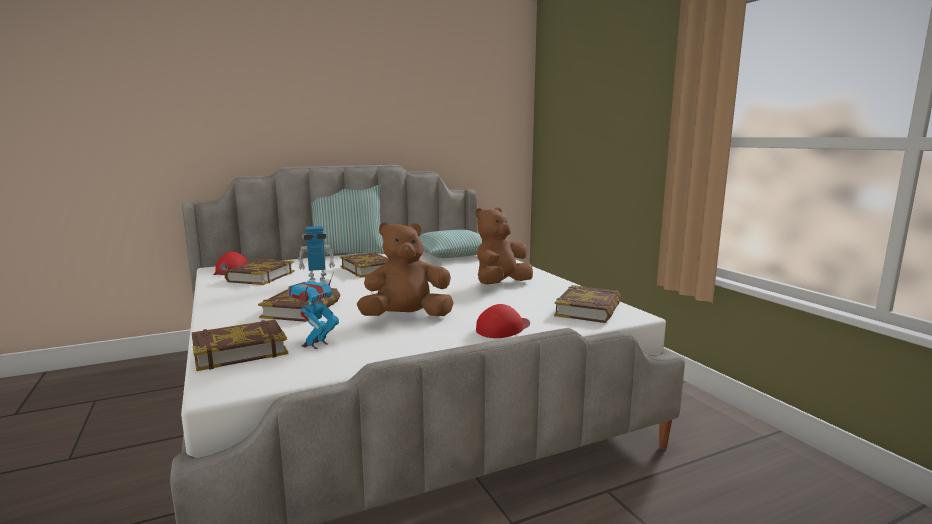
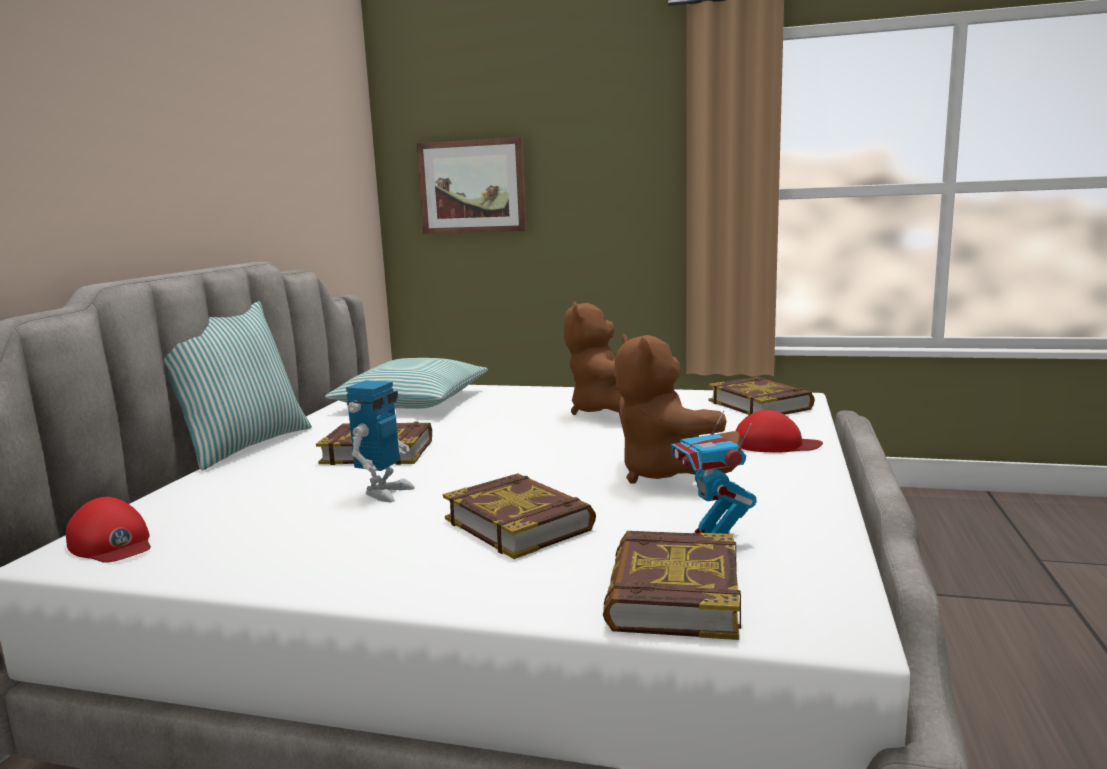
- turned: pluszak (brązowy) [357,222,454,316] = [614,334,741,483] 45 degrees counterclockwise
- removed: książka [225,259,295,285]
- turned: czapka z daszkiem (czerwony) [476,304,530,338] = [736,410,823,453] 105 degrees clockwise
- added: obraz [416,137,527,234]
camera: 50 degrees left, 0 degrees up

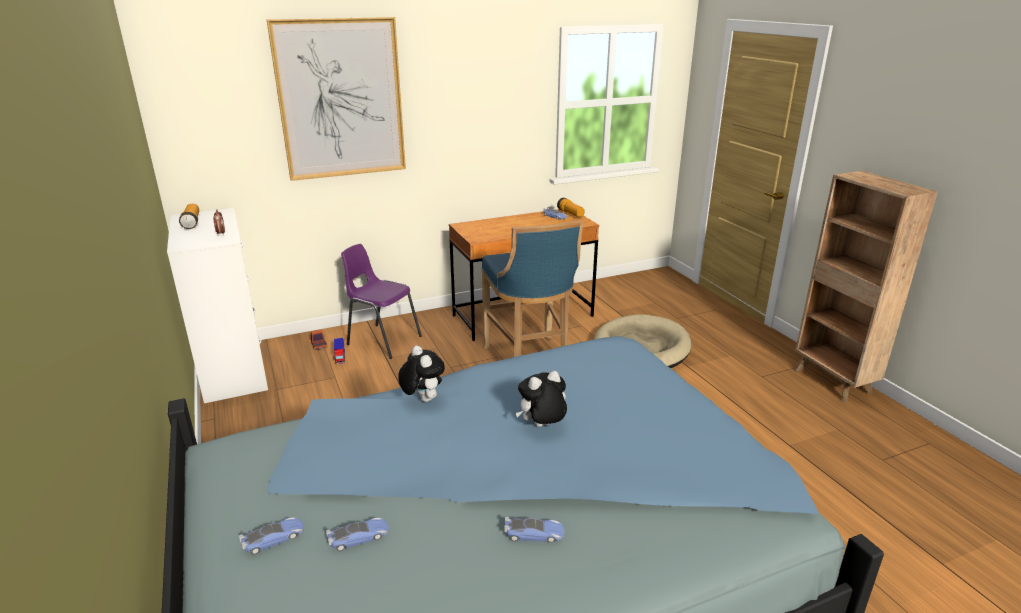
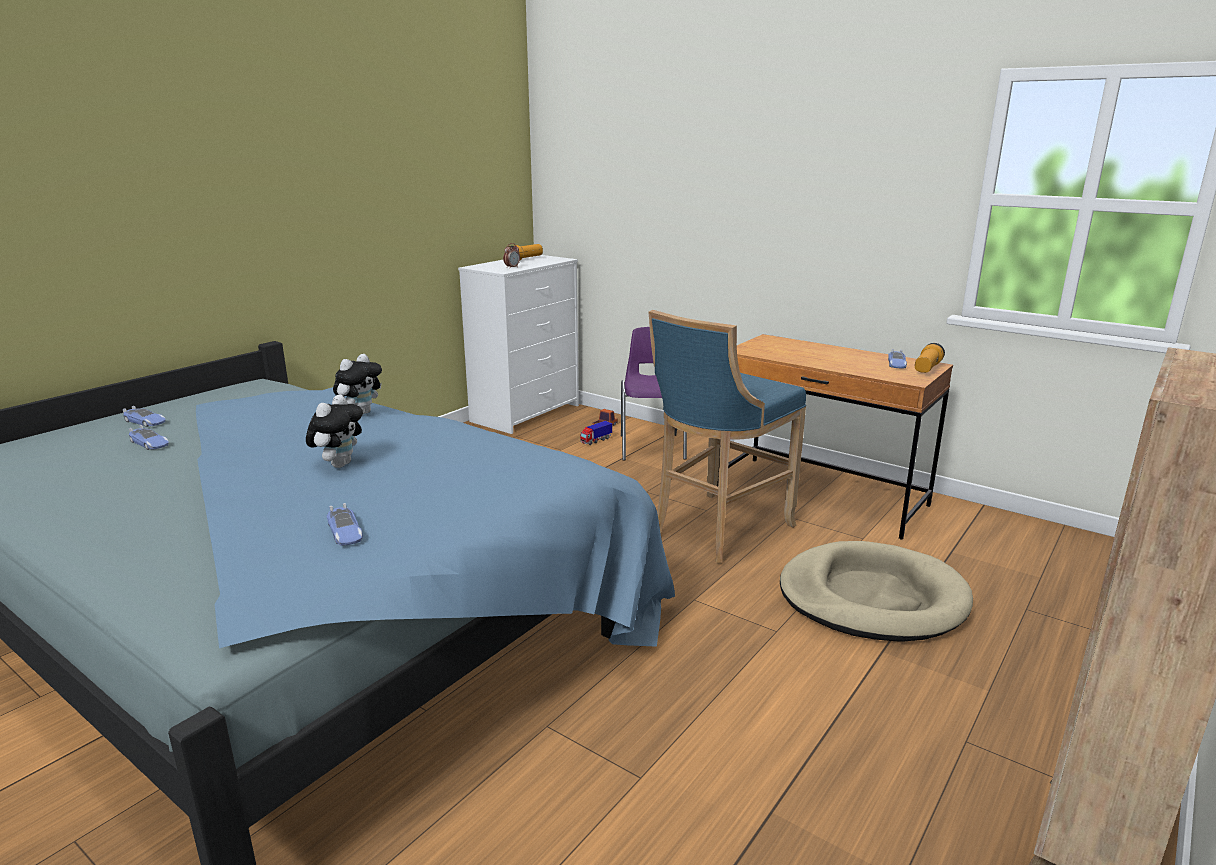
- removed: obraz [267,17,406,181]
- turned: pluszak [516,370,567,427] = [306,395,363,468] 75 degrees clockwise
- moved: samochodzik [504,517,564,543] to [327,503,363,546]
camera: 60 degrees right, 5 degrees down

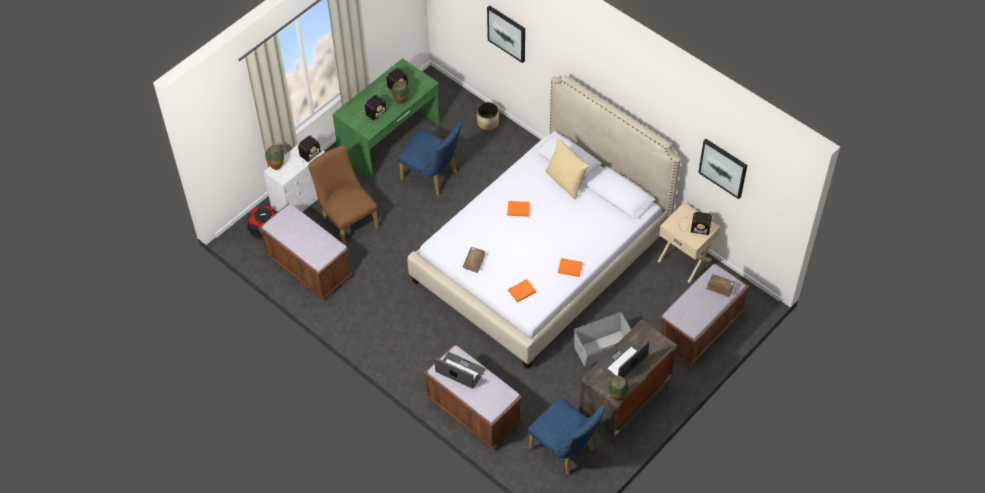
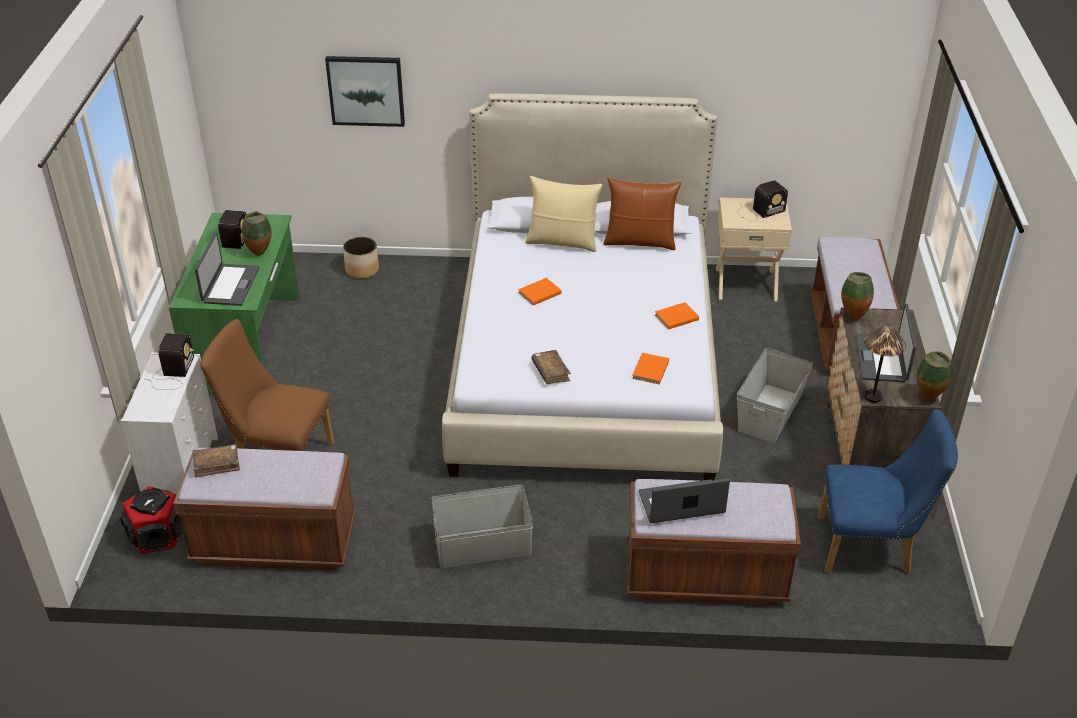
- replaced: radio [357,95,386,125] to laptop [195,232,259,306]
- removed: krzesło (niebieski) [397,120,462,195]
- removed: obraz [698,139,747,199]
- moved: wazon [266,145,284,170] to [841,272,874,320]
- moved: książka (brązowy) [706,274,735,297] to [192,444,240,478]
- added: poduszka (brązowy) [603,177,681,250]
- added: lampa stołowa [864,325,906,403]
- added: pojemnik do przechowywania (szary) [431,484,533,568]
camera: 40 degrees left, 15 degrees down

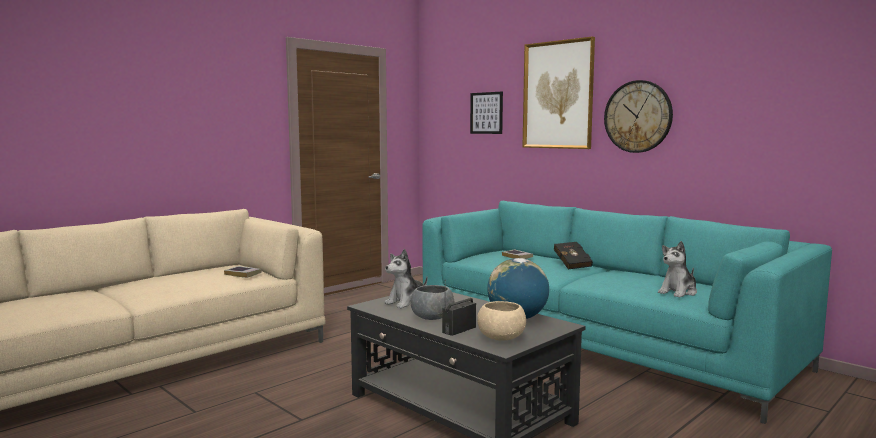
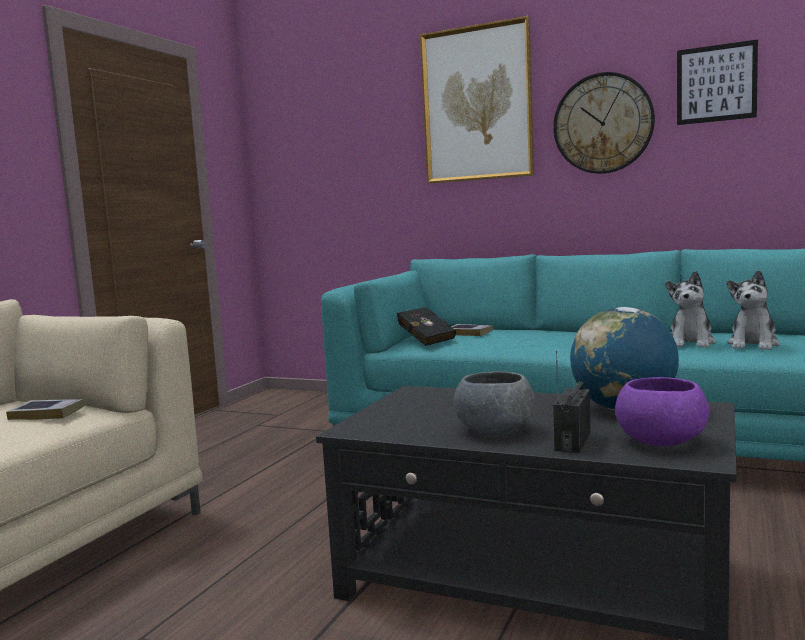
- moved: obraz [470,92,503,134] to [677,39,758,125]
- moved: książka (czarny) [553,242,593,269] to [397,307,456,346]
- moved: pluszak [385,249,428,308] to [665,271,716,348]
- recoloured: miska (beżowy) [477,301,526,341] to miska (fioletowy) [615,377,709,446]
camera: 20 degrees left, 0 degrees up

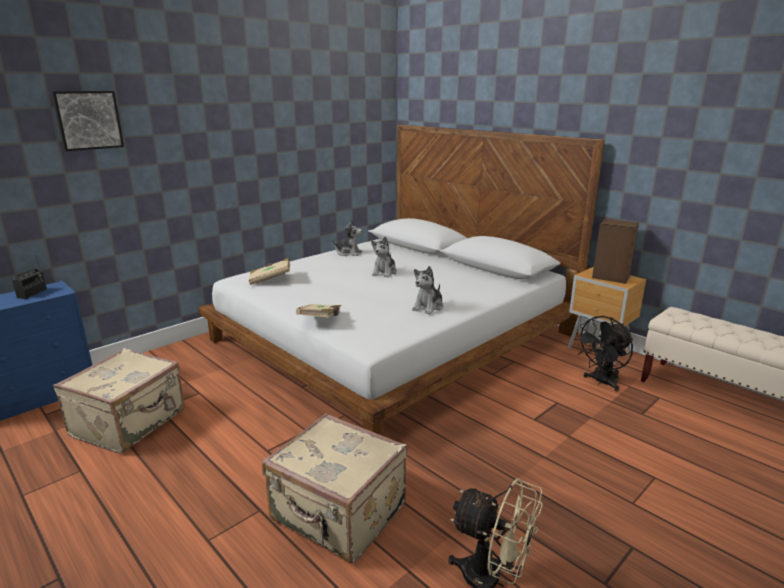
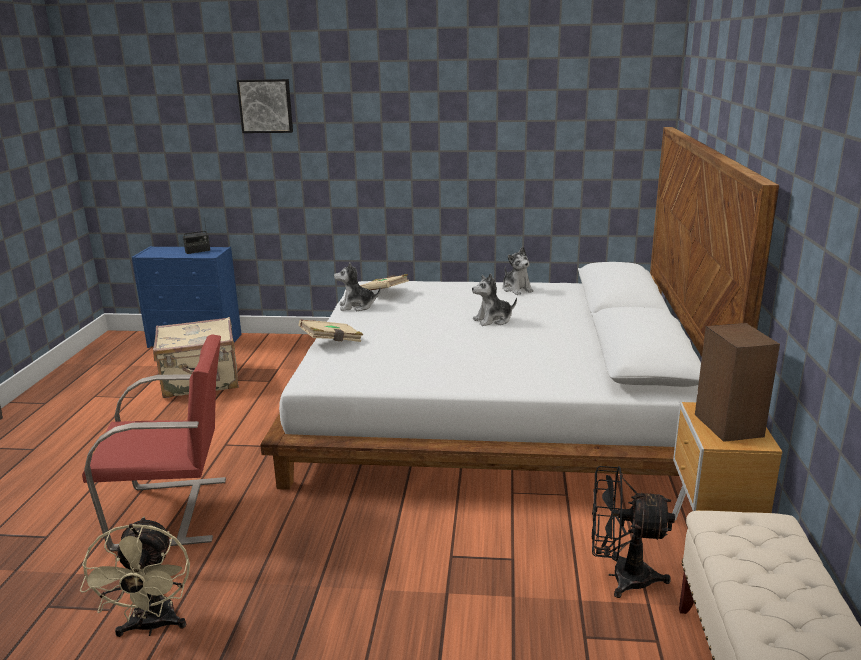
- moved: pluszak [412,266,443,315] to [334,262,381,311]
- replaced: walizka (beżowy) [262,414,407,563] to krzesło (czerwony) [82,334,226,552]
camera: 50 degrees right, 0 degrees up

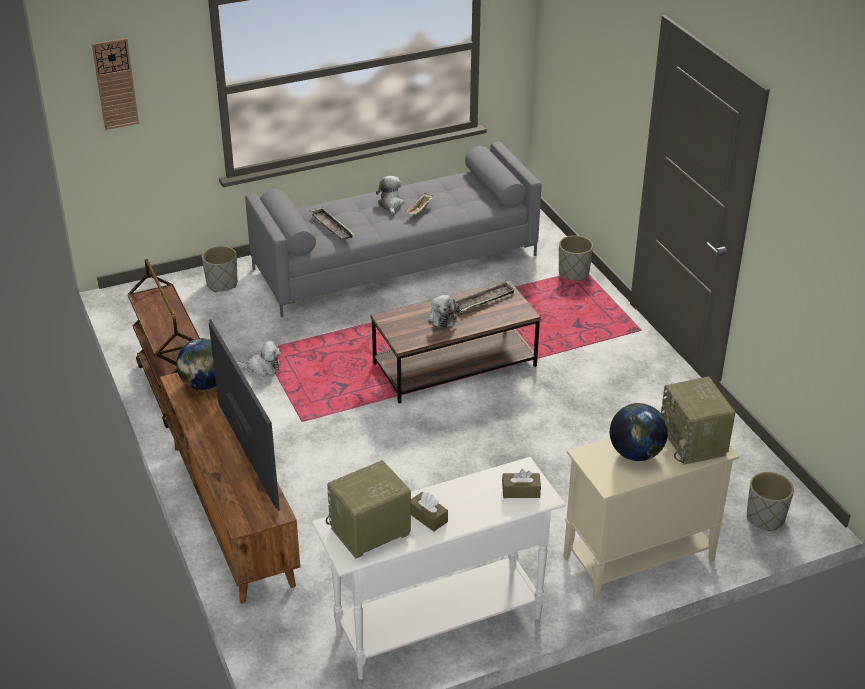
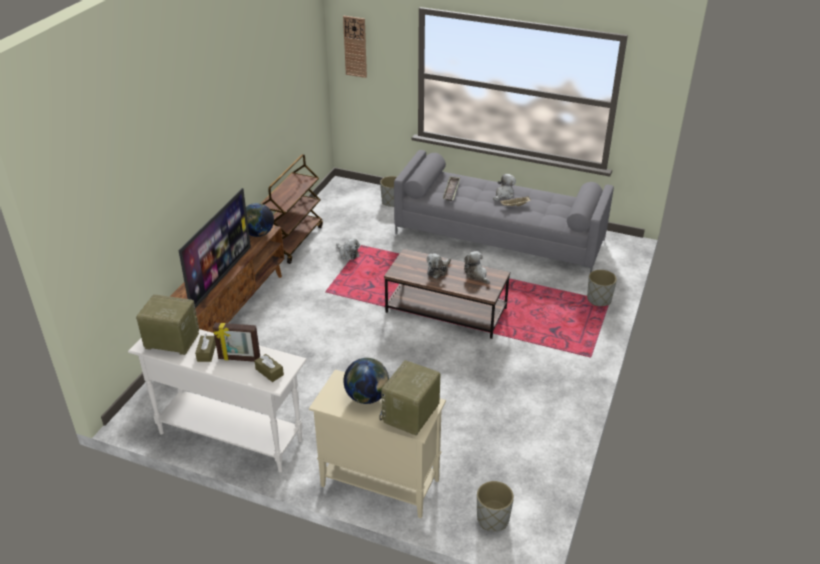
- replaced: taca [455,281,516,312] to pluszak [464,251,490,283]
- added: ramka na zdjęcie [213,323,260,362]
camera: 45 degrees right, 0 degrees up

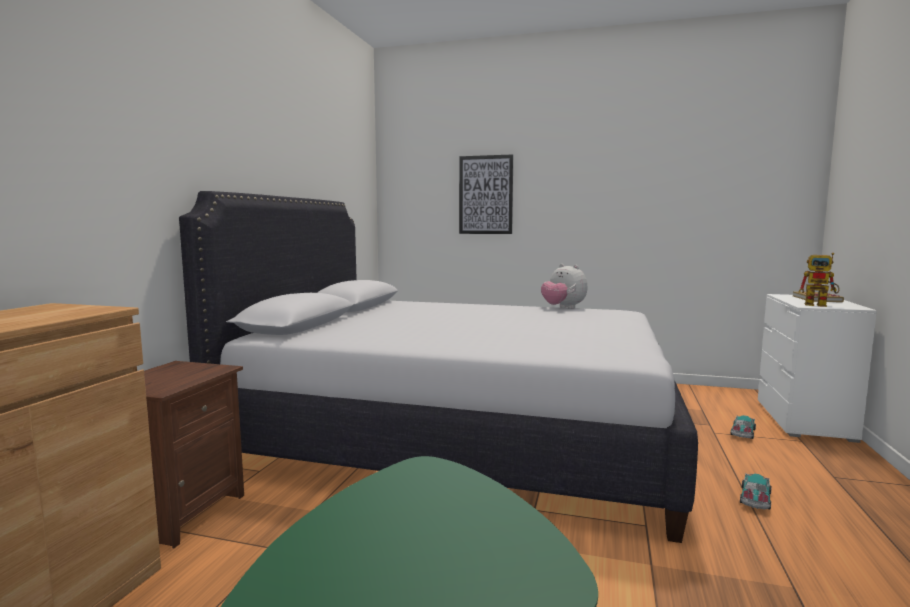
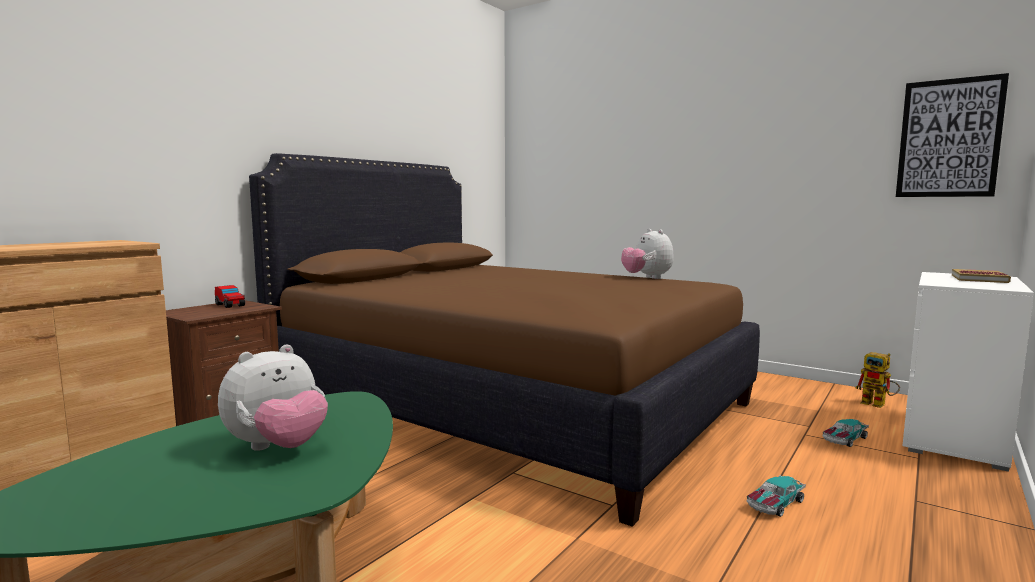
- moved: obraz [459,154,513,234] to [896,73,1009,197]
- recoloured: łóżko (biały) [179,191,698,543] to łóżko (brązowy) [249,153,760,527]
- moved: robot zabawkowy [799,253,840,307] to [855,352,900,408]
- added: samochodzik [215,285,245,308]
- added: pluszak [218,345,328,451]
camera: 20 degrees right, 0 degrees up

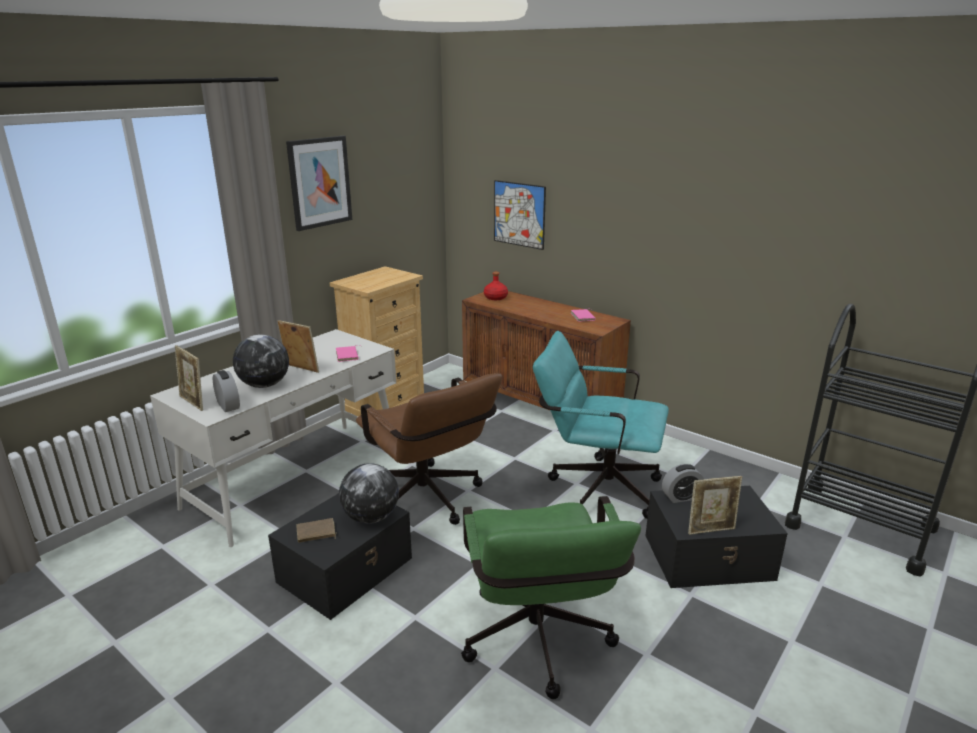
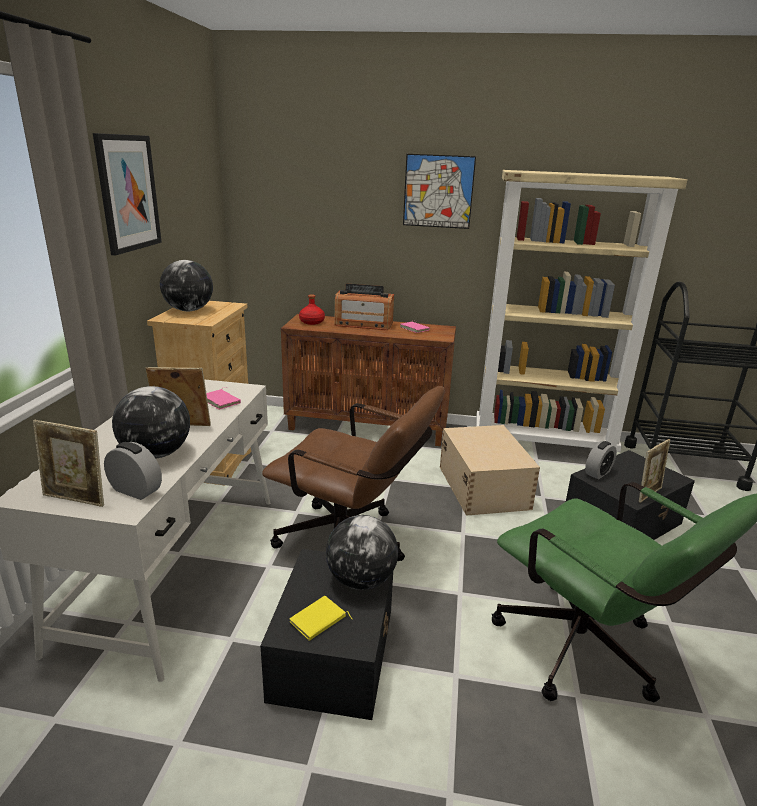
- moved: obraz [494,180,546,250] to [403,154,476,229]
- replaced: krzesło biurowe (turkusowy) [533,331,669,519] to pojemnik do przechowywania (beżowy) [440,425,540,516]
- recoloured: książka (brązowy) [296,518,336,543] to książka (żółty) [290,596,352,641]
- added: regał (beżowy) [476,170,687,452]
- added: globus [160,260,213,311]
- added: radio [334,284,394,330]
camera: 30 degrees left, 0 degrees up

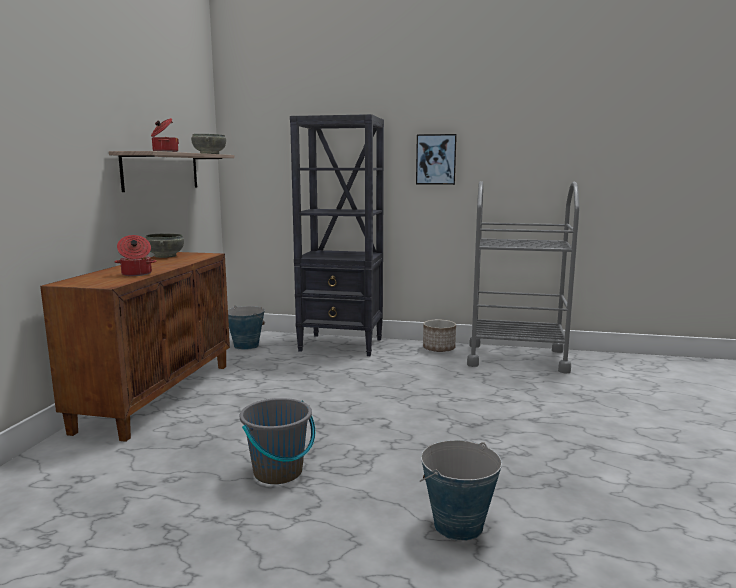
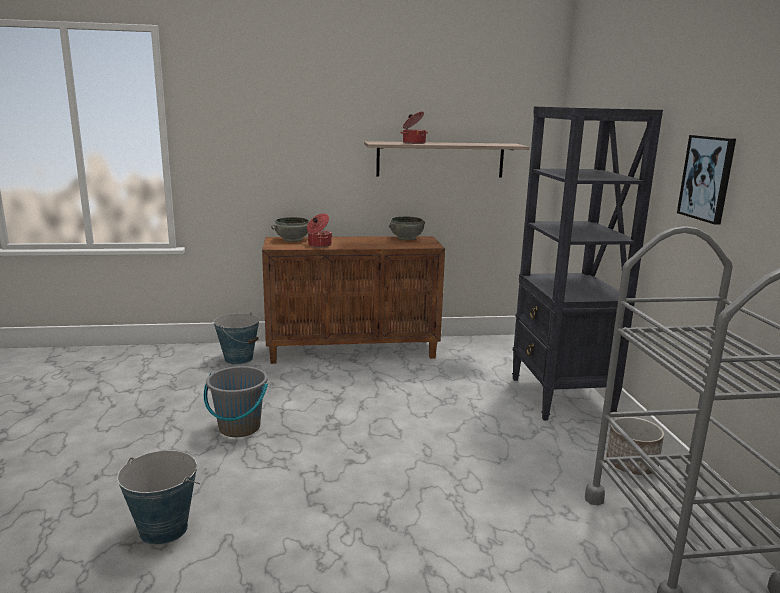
- moved: miska (szary) [191,134,226,154] to [271,217,309,242]
- moved: wiadro [228,306,265,350] to [214,312,261,365]
camera: 70 degrees right, 5 degrees up

